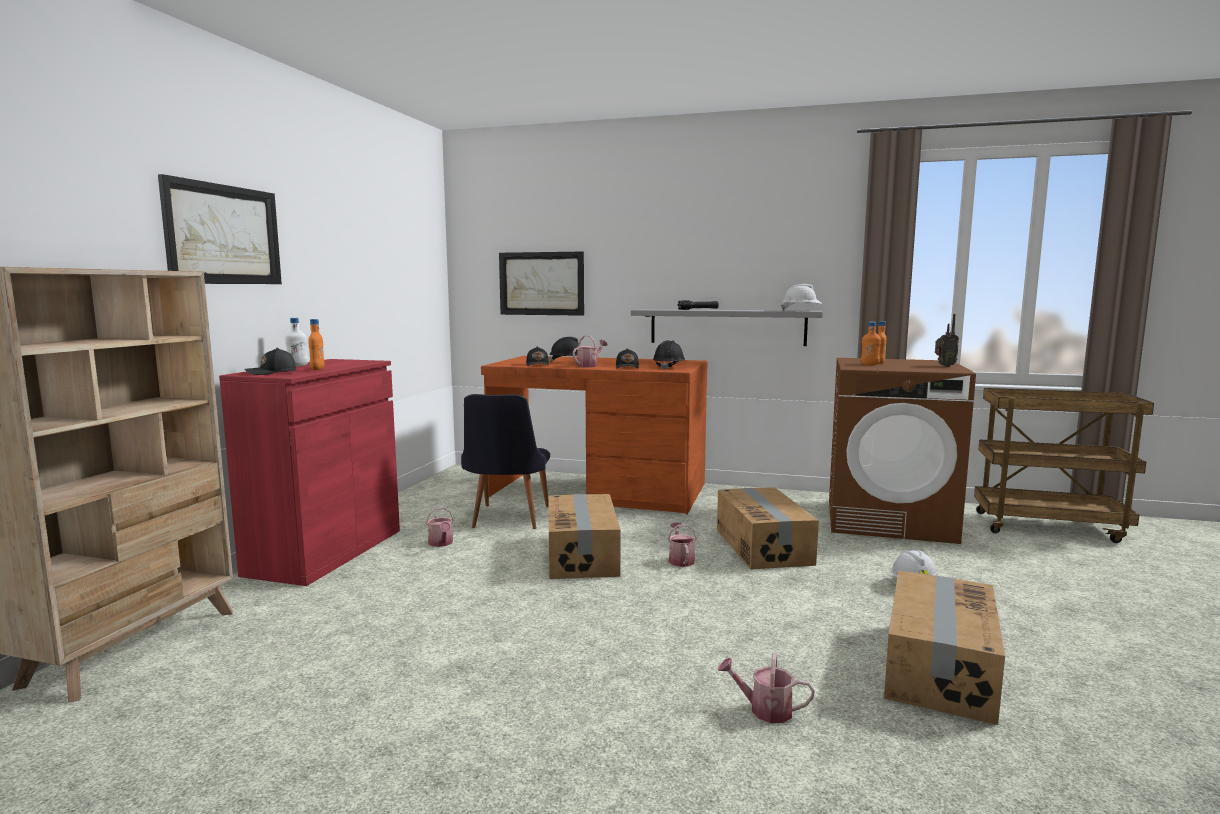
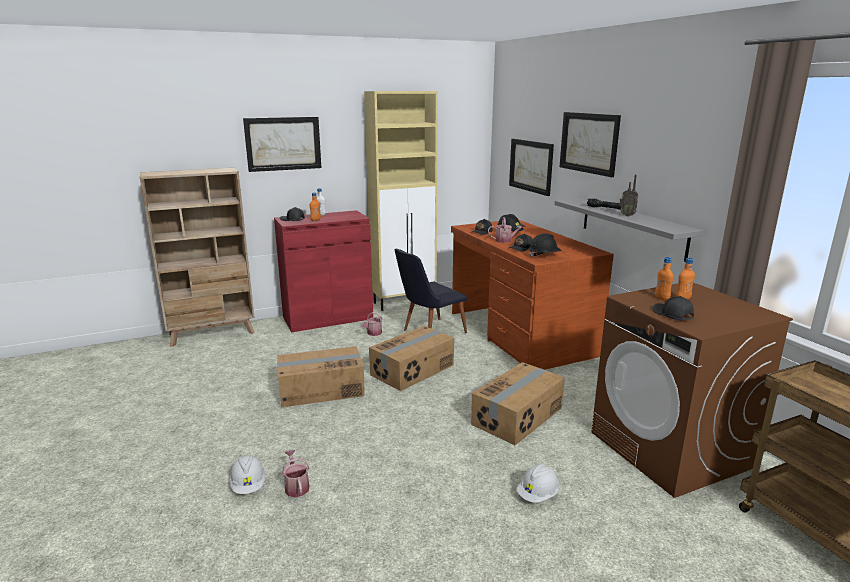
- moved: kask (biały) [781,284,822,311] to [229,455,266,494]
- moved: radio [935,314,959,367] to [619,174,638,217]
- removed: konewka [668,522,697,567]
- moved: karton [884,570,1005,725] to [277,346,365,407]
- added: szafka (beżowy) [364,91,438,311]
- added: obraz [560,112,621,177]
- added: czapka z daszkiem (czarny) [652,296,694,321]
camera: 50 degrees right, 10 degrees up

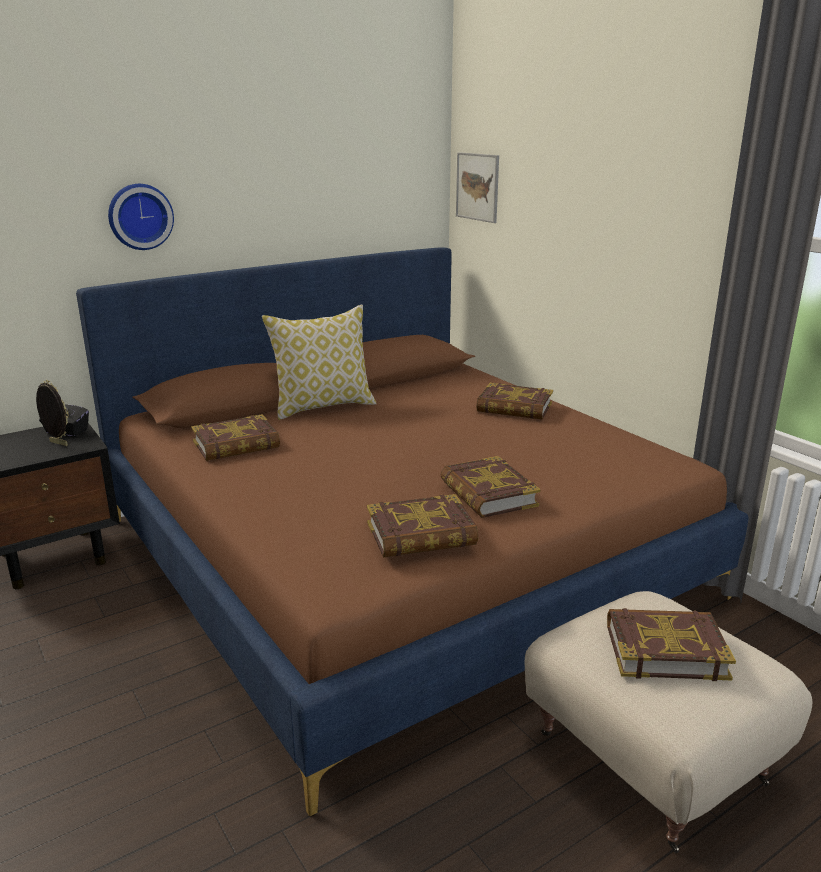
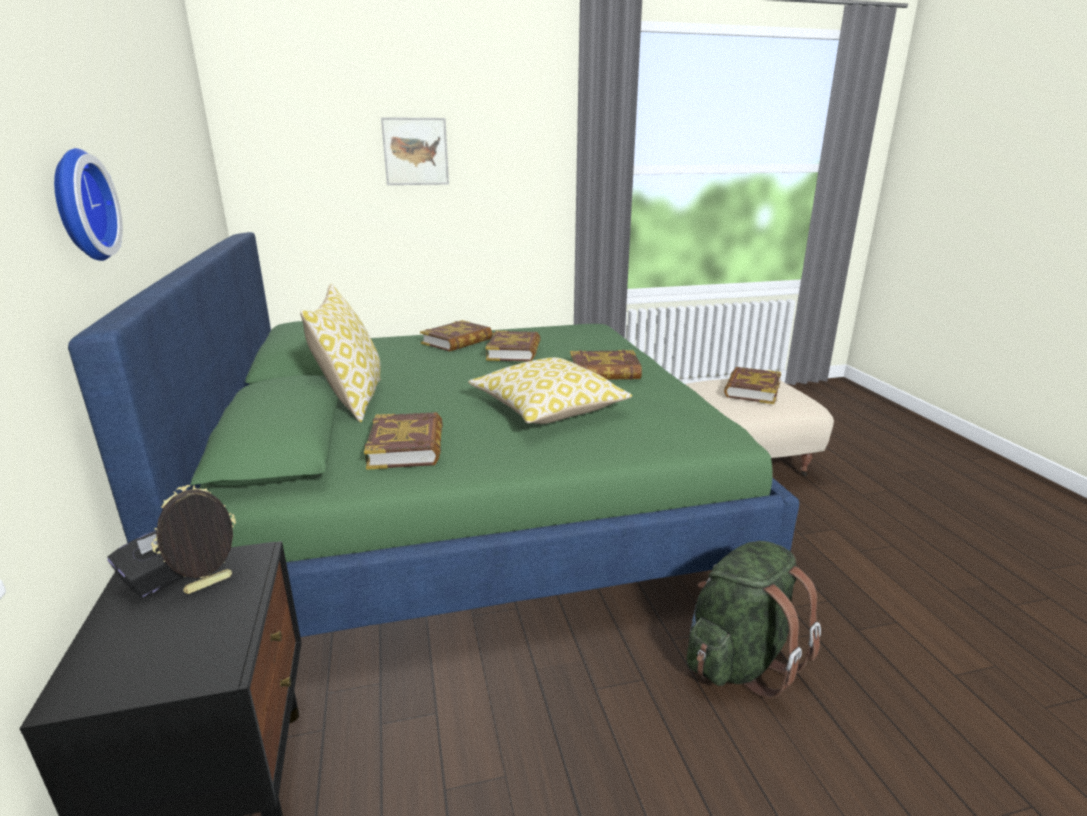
- moved: obraz [456,152,499,223] to [381,117,449,185]
- recoloured: łóżko (brązowy) [76,247,749,816] to łóżko (zielony) [68,232,799,637]
- moved: książka [367,494,478,557] to [485,331,540,361]
- added: poduszka [468,357,632,424]
- added: plecak (zielony) [687,541,821,699]
camera: 70 degrees left, 0 degrees up

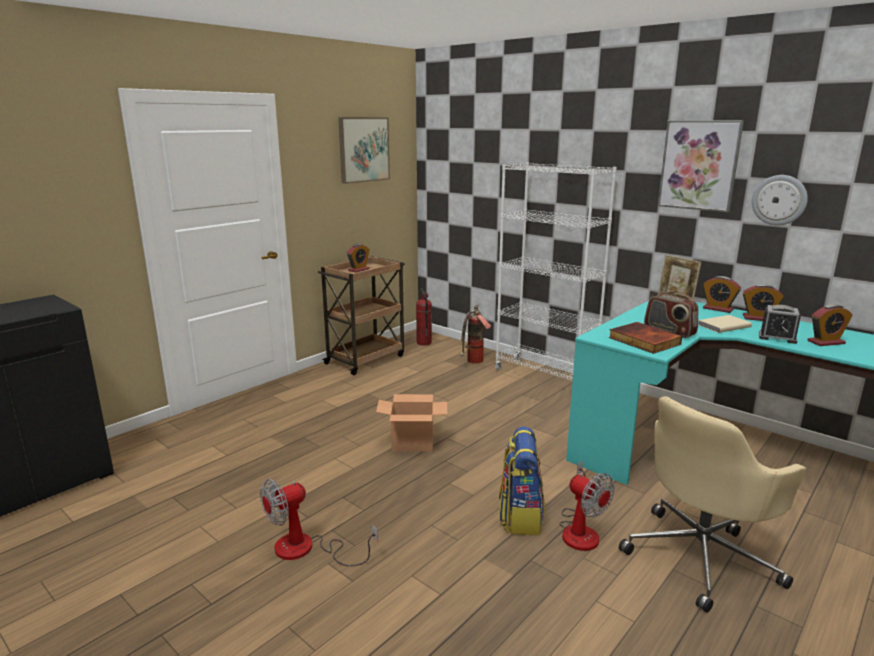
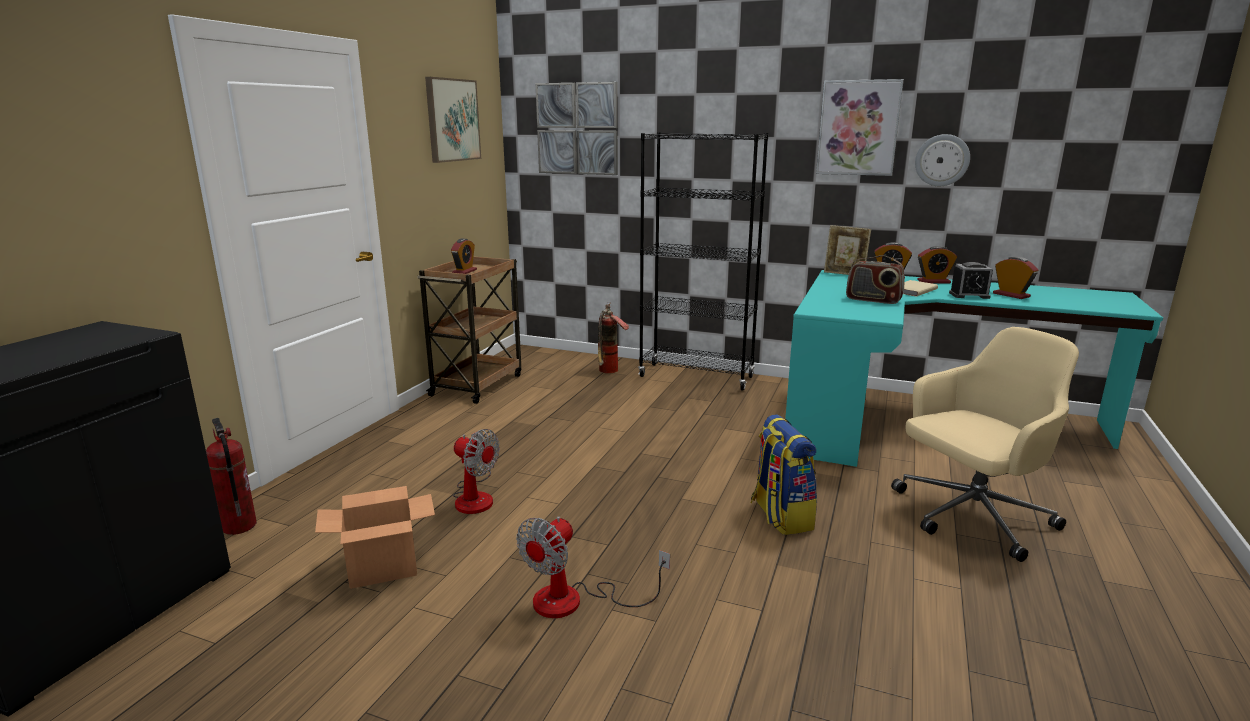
- recoloured: regał (biały) [495,162,617,381] to regał (czarny) [638,132,768,391]
- moved: gaśnica [416,289,432,345] to [206,418,257,535]
- turned: budzik [807,304,853,346] = [993,257,1038,299] 90 degrees counterclockwise
- removed: książka [609,322,682,354]
- moved: karton [376,394,447,452] to [315,486,435,589]
- turned: krzesło biurowe (beżowy) [619,397,807,613] = [891,327,1079,562] 150 degrees counterclockwise
- moved: wentylator [559,461,615,551] to [453,429,500,514]
- added: obraz [536,82,618,175]
camera: 20 degrees left, 0 degrees up

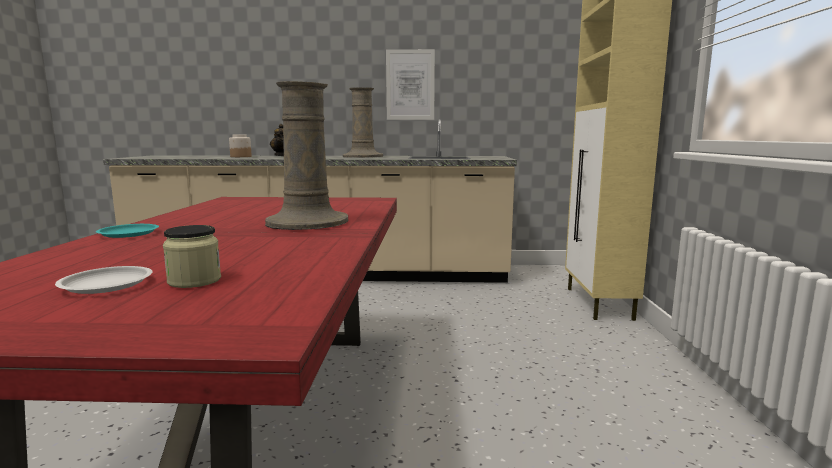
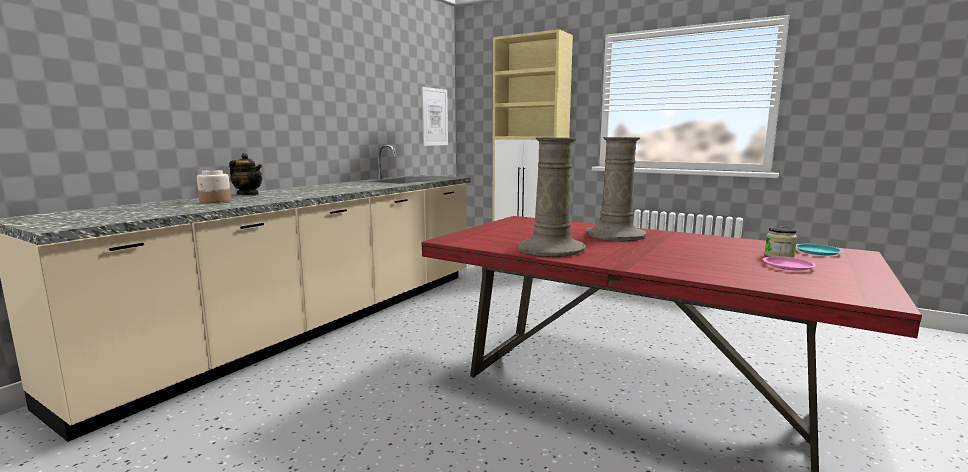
- moved: obraz [386,49,435,120] to [422,87,448,146]
- moved: wazon (beżowy) [343,87,383,158] to [518,137,585,257]
- moved: talerz (turkusowy) [96,224,159,238] to [796,244,843,255]
- recoloured: talerz (biały) [55,266,153,294] to talerz (różowy) [763,256,816,271]
camera: 60 degrees left, 0 degrees up

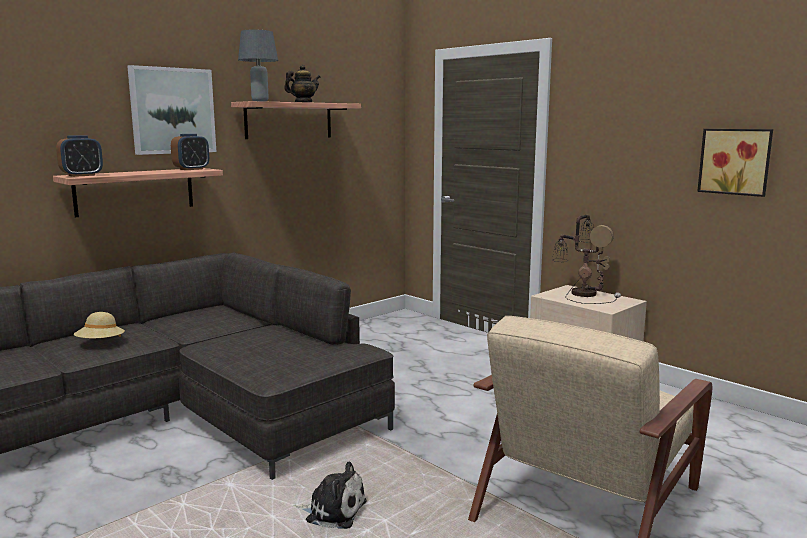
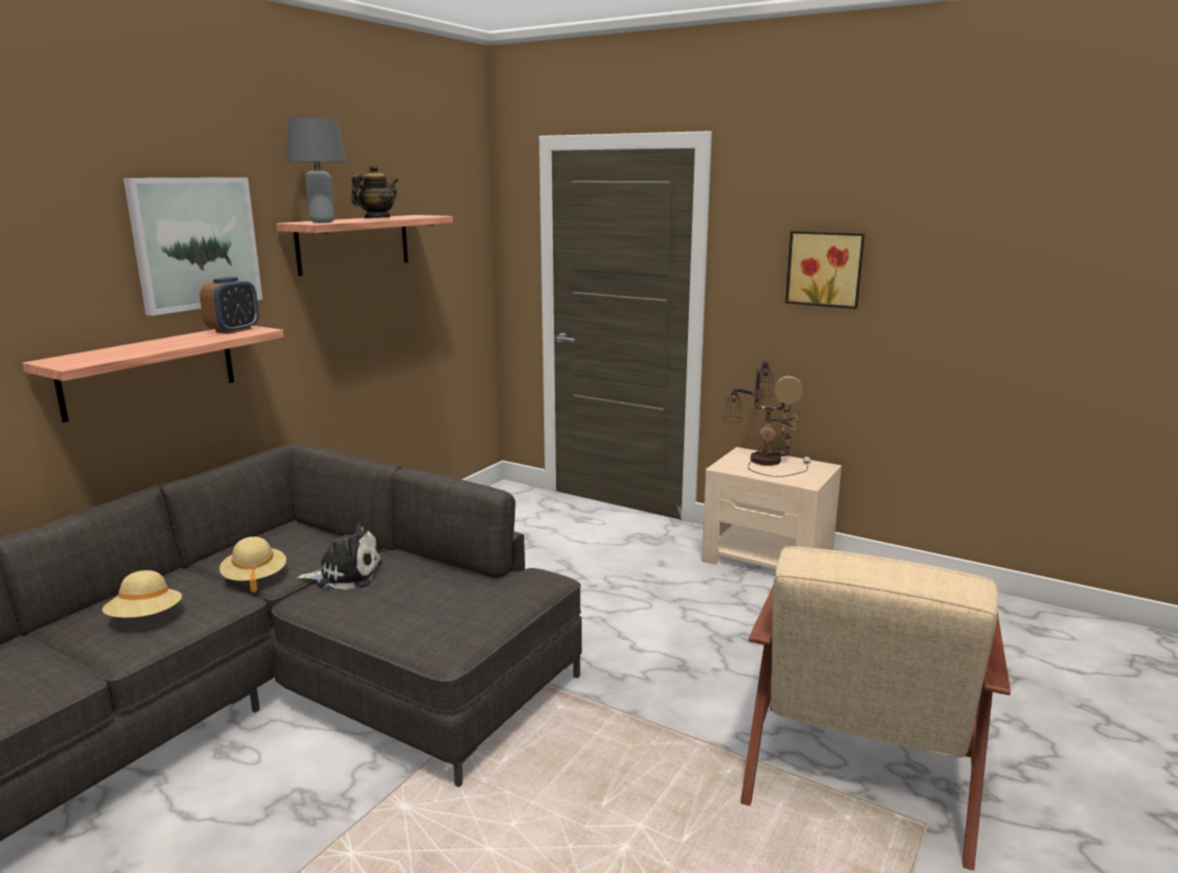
- moved: obraz [697,129,773,197] to [785,231,865,309]
- removed: budzik [56,135,103,177]
- moved: pluszak [293,462,366,529] to [297,522,382,590]
- added: kapelusz (beżowy) [220,537,286,592]
camera: 15 degrees left, 5 degrees up

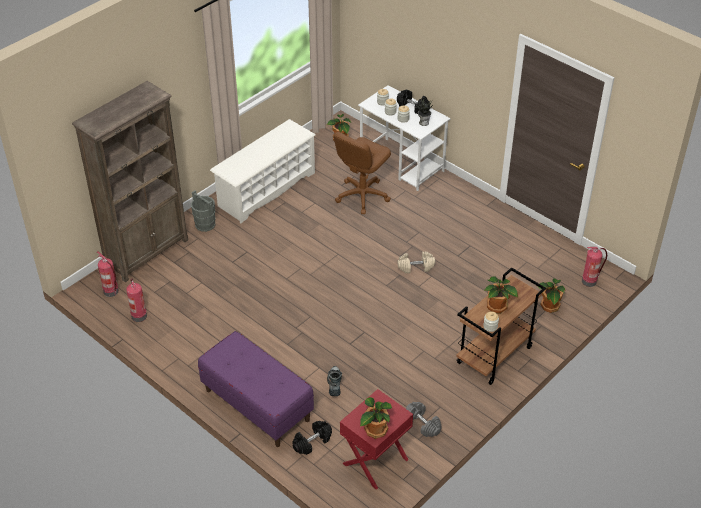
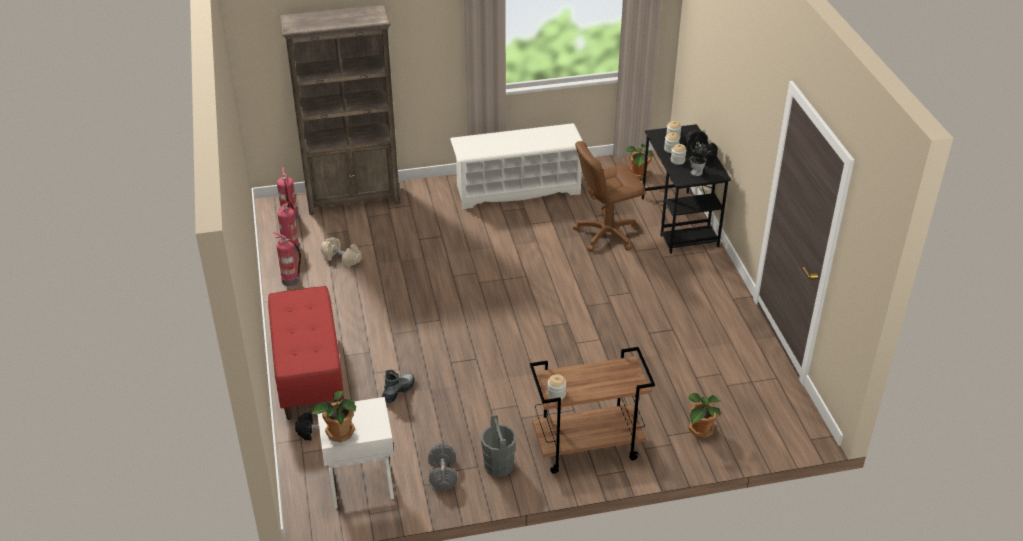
- recoloured: biurko (biały) [358,85,450,191] to biurko (czarny) [642,124,731,254]
- moved: wiadro (szary) [191,190,215,232] to [481,414,516,477]
- moved: gaśnica [582,247,607,287] to [274,232,301,286]
- moved: hantel (beżowy) [398,251,435,274] to [321,237,362,267]
- removed: roślina doniczkowa [484,276,518,313]
- recoloured: ławka (fioletowy) [198,331,314,447] to ławka (czerwony) [268,286,344,420]
- recoloured: szafka nocna (czerwony) [340,389,413,490] to szafka nocna (biały) [317,397,394,509]
camera: 35 degrees right, 5 degrees down

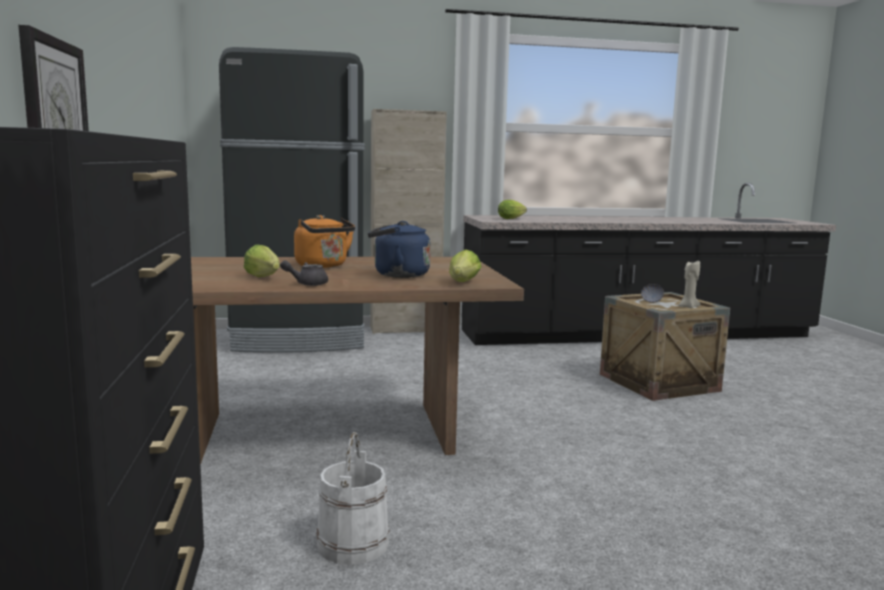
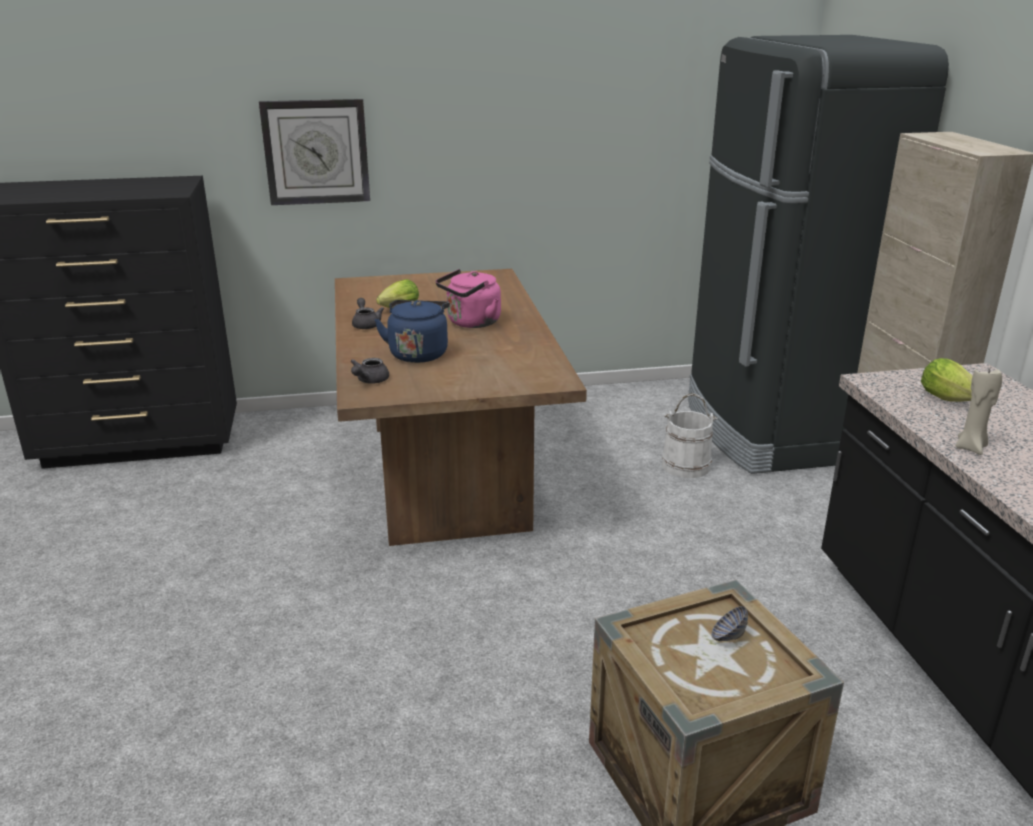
- recoloured: czajnik (pomarańczowy) [294,215,355,268] to czajnik (różowy) [436,269,501,328]
- replaced: sałata [449,249,481,282] to imbryk (szary) [350,358,389,384]
- moved: świeca (beżowy) [678,261,701,308] to [956,369,1002,455]
- moved: wiadro (biały) [316,432,390,565] to [662,393,717,478]
camera: 90 degrees right, 15 degrees up

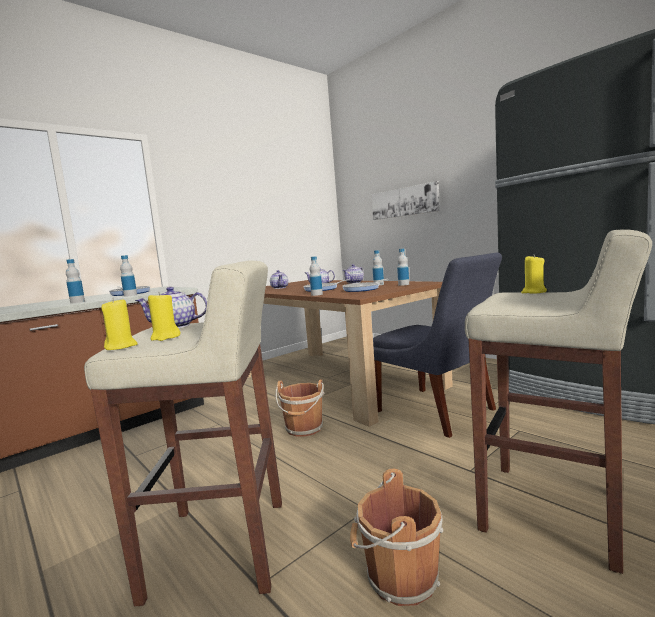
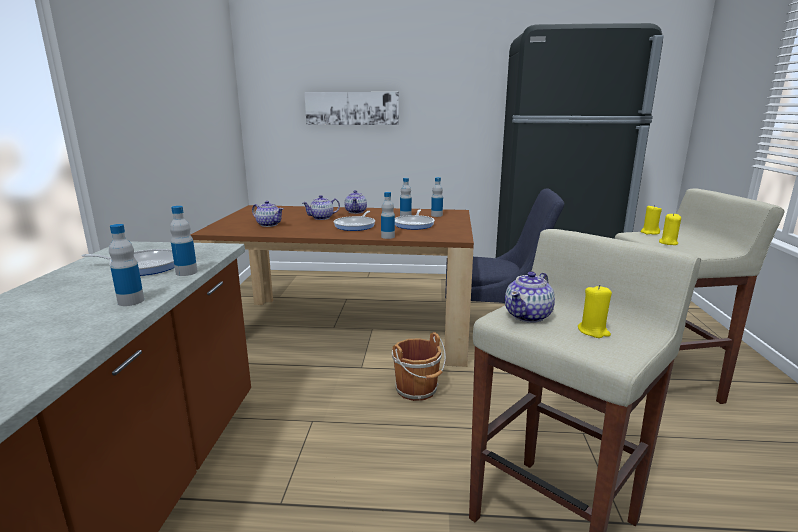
- moved: świeca (żółty) [101,298,138,350] to [659,213,681,245]
- removed: wiadro (brązowy) [350,469,443,606]
camera: 45 degrees left, 10 degrees up

